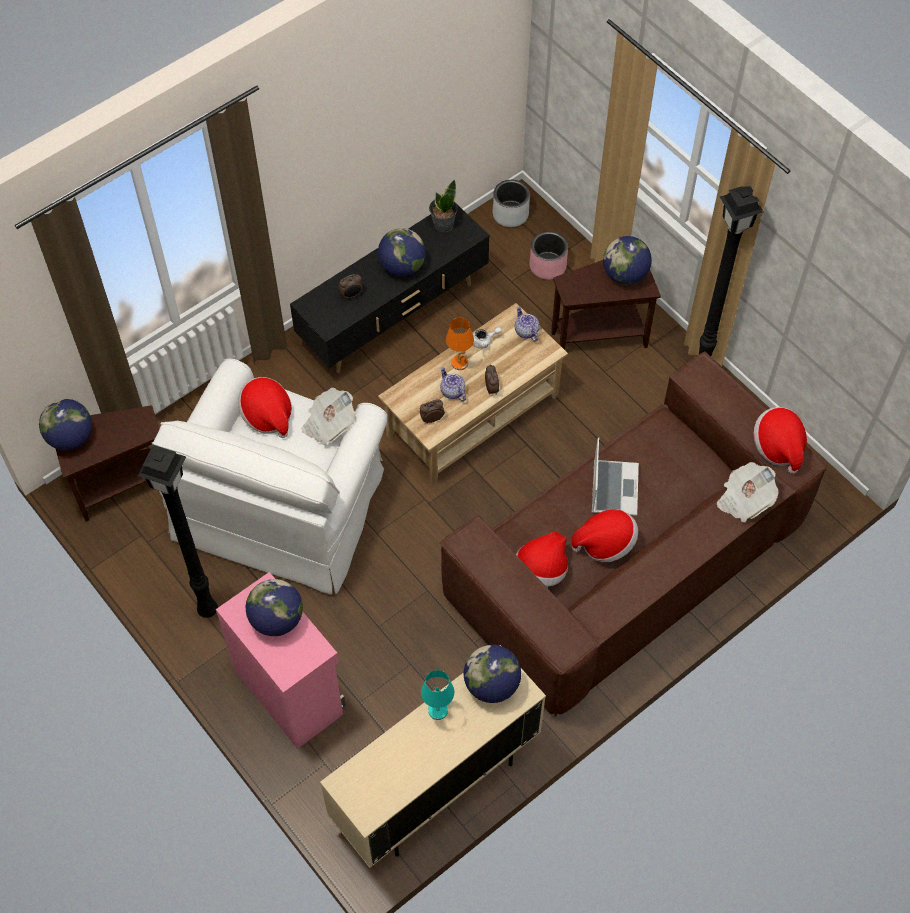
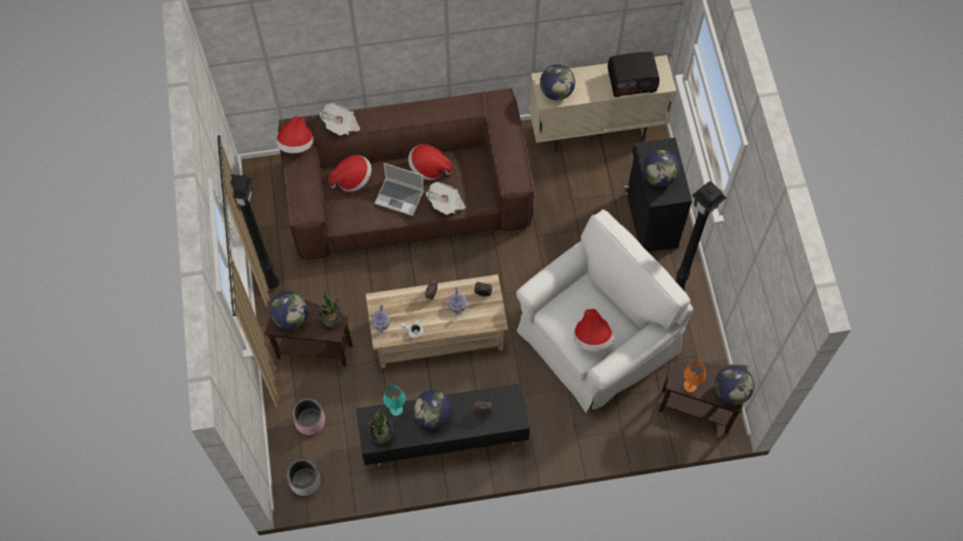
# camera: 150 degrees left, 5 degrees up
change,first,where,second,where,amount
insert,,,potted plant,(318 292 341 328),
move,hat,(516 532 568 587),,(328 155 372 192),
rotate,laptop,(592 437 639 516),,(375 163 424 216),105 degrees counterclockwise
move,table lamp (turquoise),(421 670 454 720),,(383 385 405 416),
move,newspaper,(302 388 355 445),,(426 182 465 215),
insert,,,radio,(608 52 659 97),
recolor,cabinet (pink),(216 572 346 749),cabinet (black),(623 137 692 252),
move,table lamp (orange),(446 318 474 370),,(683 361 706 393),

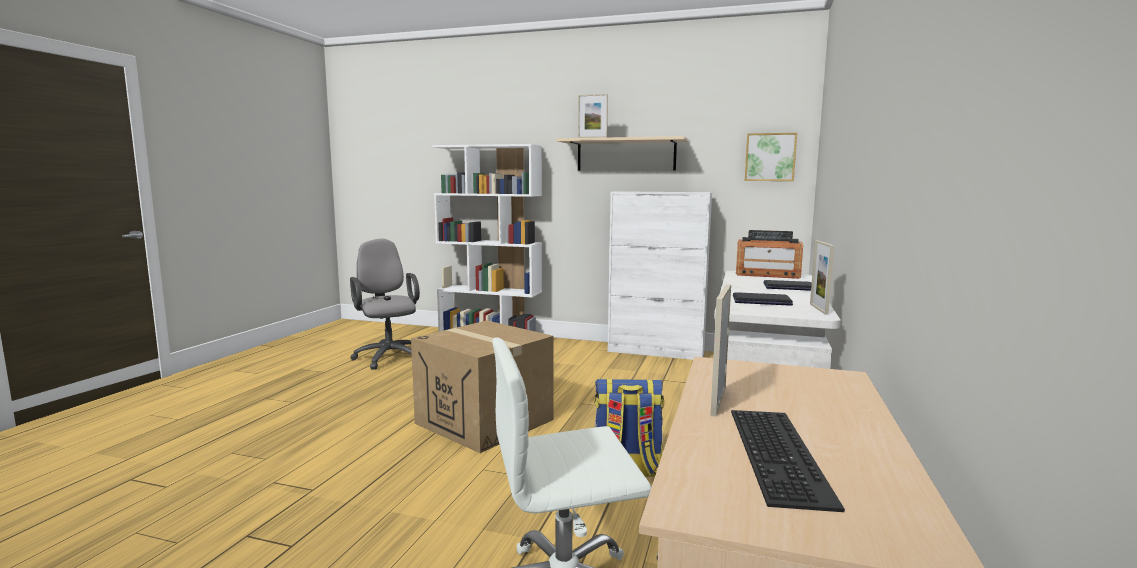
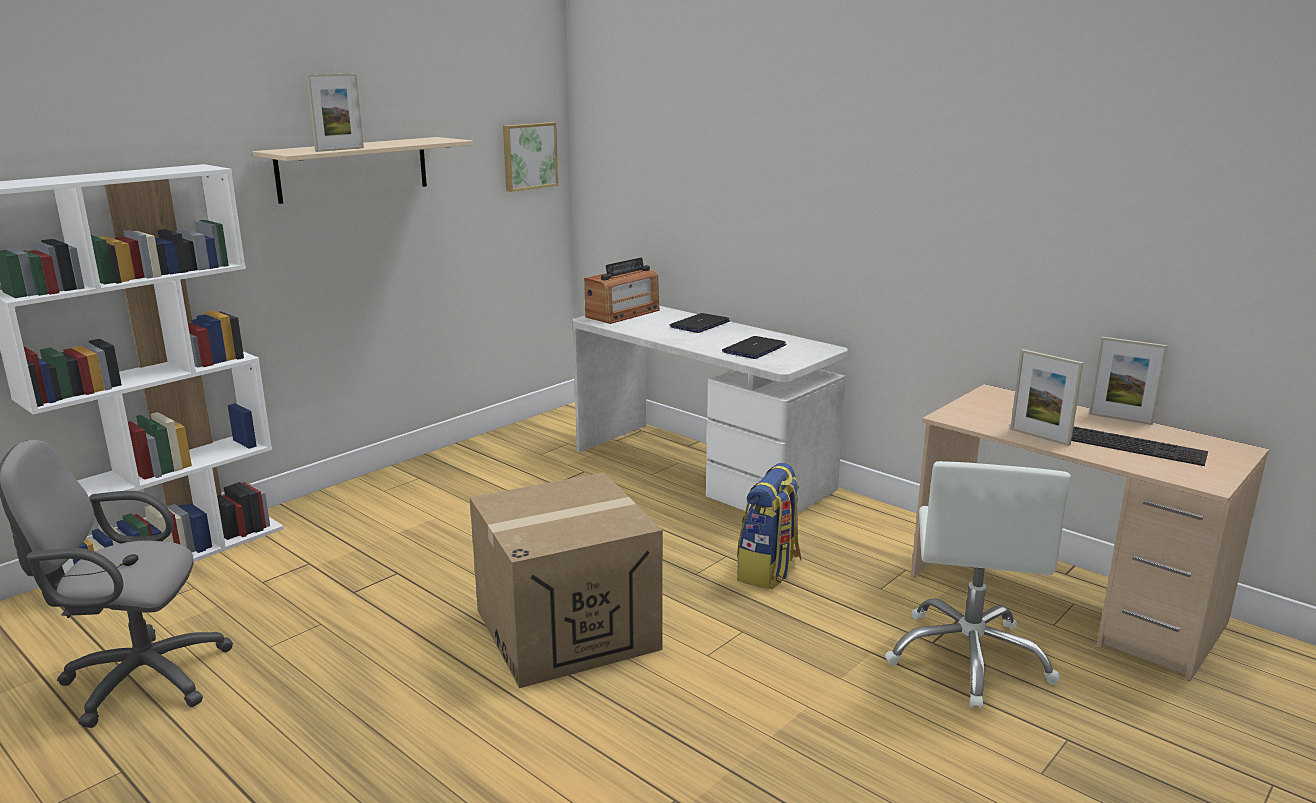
# camera: 65 degrees left, 10 degrees up
change,first,where,second,where,amount
move,picture frame,(810 240 834 315),,(1089 337 1168 425),
delete,cabinet (white),(608 191 712 360),,,

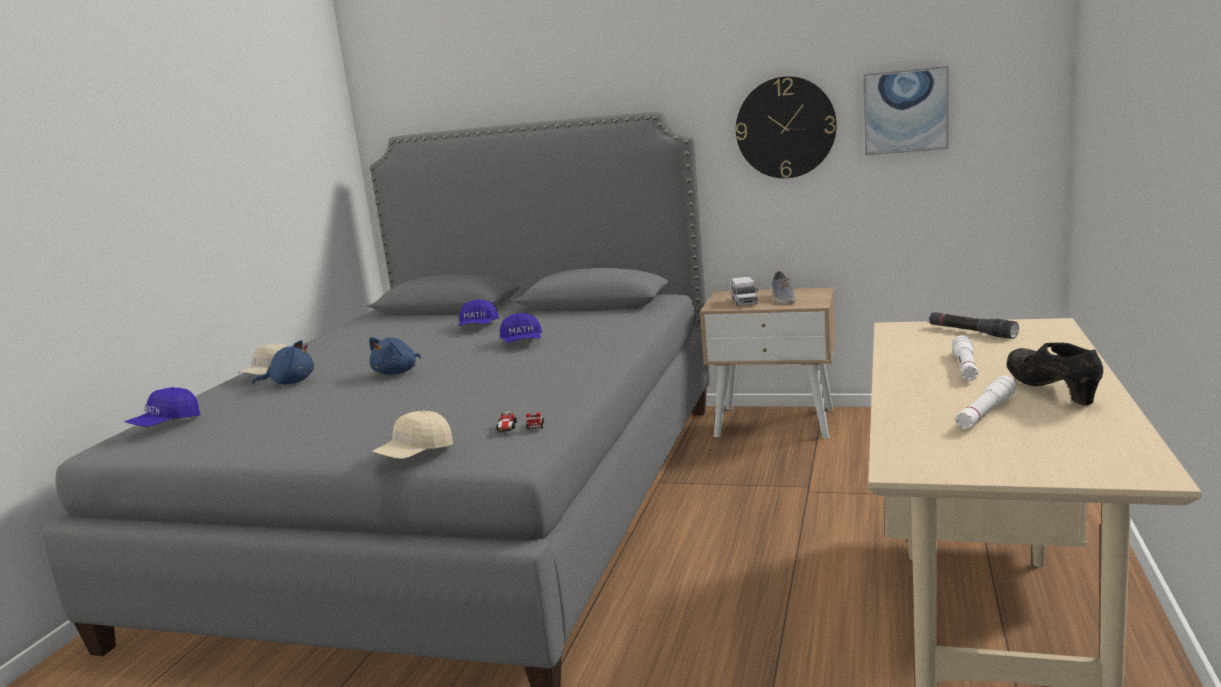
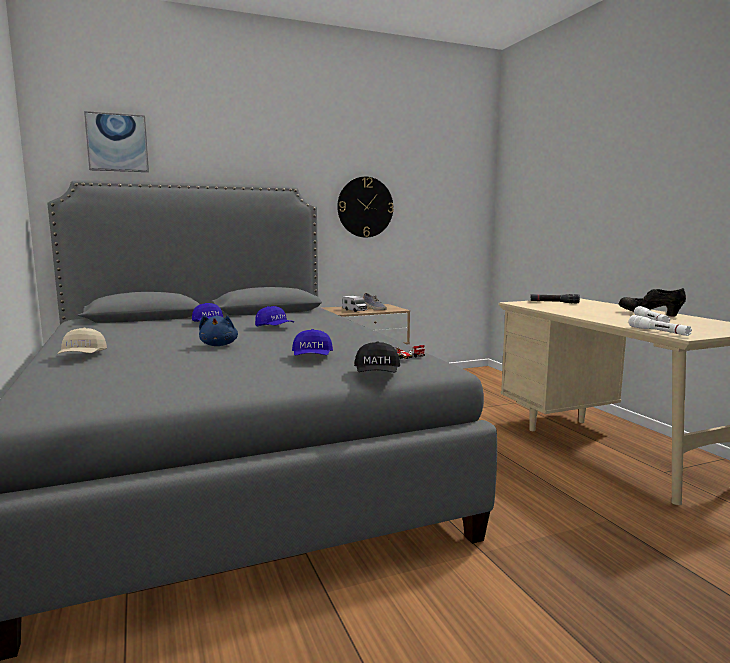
# camera: 40 degrees left, 5 degrees down
change,first,where,second,where,amount
move,picture,(863 66 948 155),,(84 111 149 172),
move,cap (blue),(124 387 201 427),,(292 329 333 356),
recolor,cap (beige),(372 411 453 459),cap (black),(354 341 400 373),
move,flashlight (white),(952 335 978 381),,(628 315 692 336),
delete,plush toy (blue),(252 340 315 385),,,

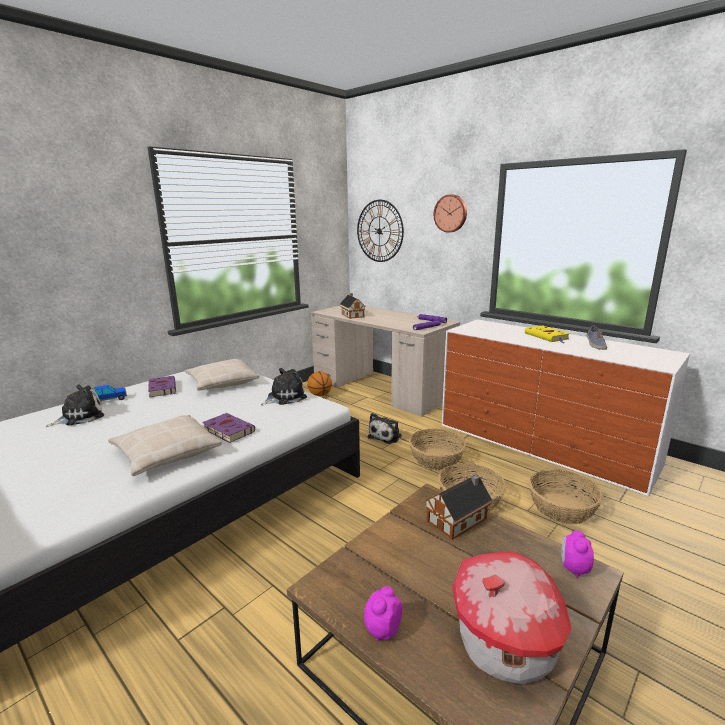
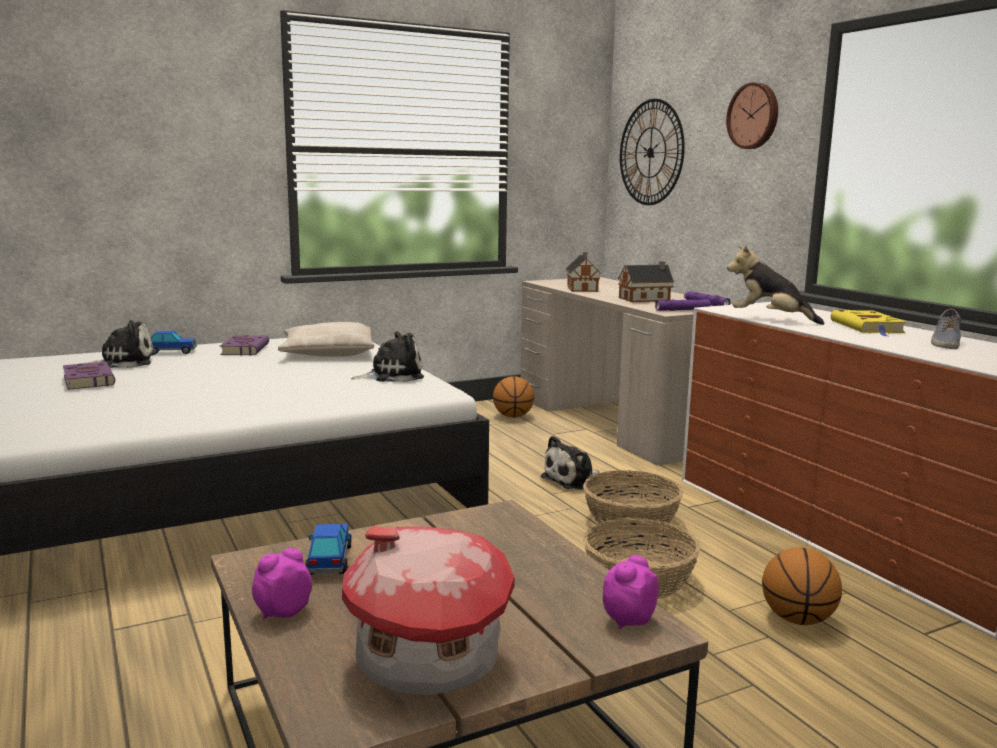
# camera: 20 degrees right, 5 degrees down
change,first,where,second,where,amount
move,book (purple),(202 413 255 443),,(63 362 115 390),
insert,,,toy car,(305 524 352 575),
move,toy house,(426 474 492 540),,(618 261 674 302),
insert,,,plush toy,(727 245 824 325),
replace,basket,(529 469 603 524),basketball,(762 548 842 625),
delete,pillow (beige),(108 415 222 476),,,

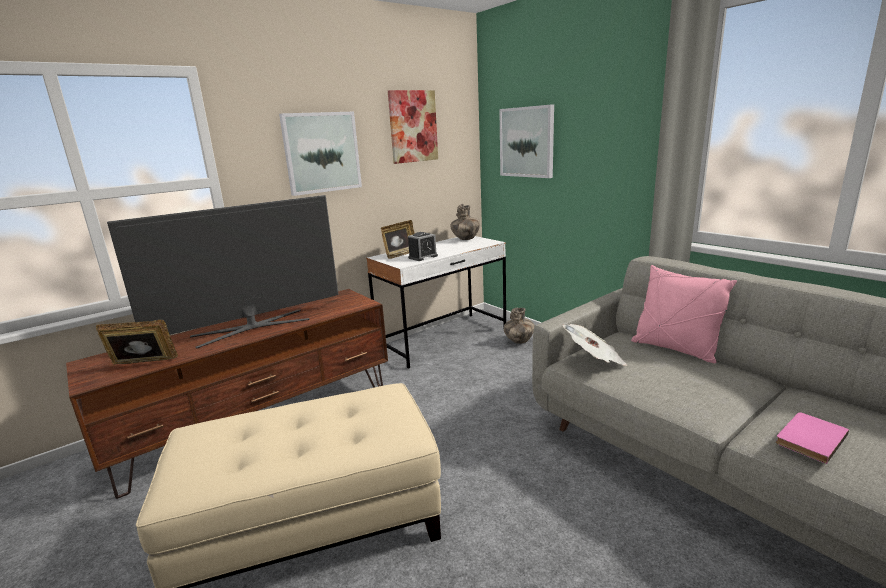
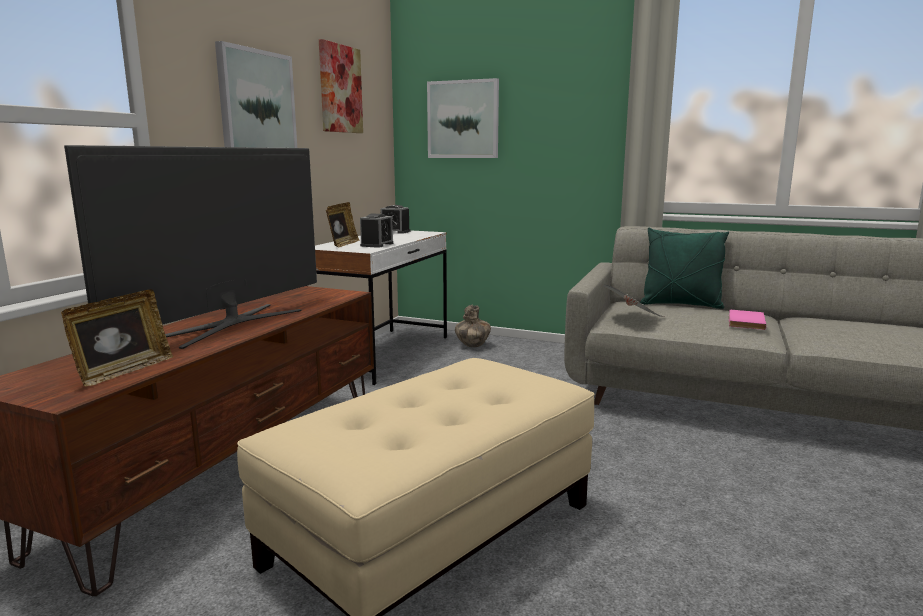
# camera: 30 degrees left, 5 degrees down
change,first,where,second,where,amount
rotate,picture frame,(96 320 178 365),,(61 289 173 387),150 degrees clockwise
replace,vase,(450 204 480 240),alarm clock,(380 205 411 234),
recolor,pillow (pink),(631 265 737 363),pillow (green),(640 228 729 309),
move,book (pink),(776 412 849 464),,(729 310 766 330),

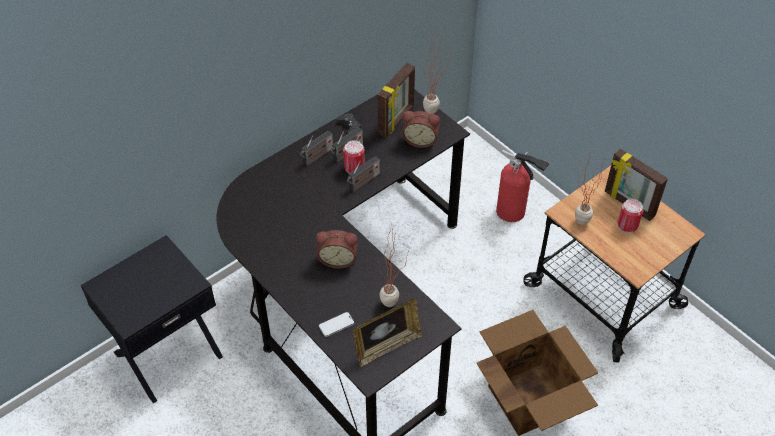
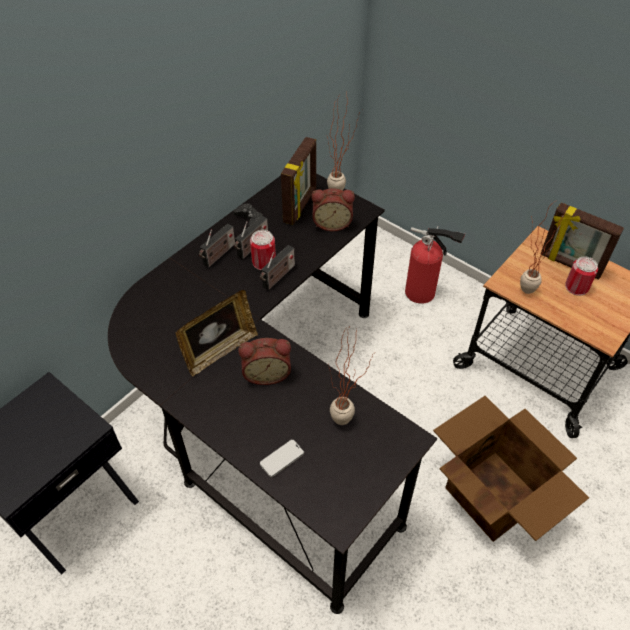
# camera: 10 degrees left, 0 degrees up
change,first,where,second,where,amount
move,picture frame,(353 298 422 367),,(176 290 258 376),

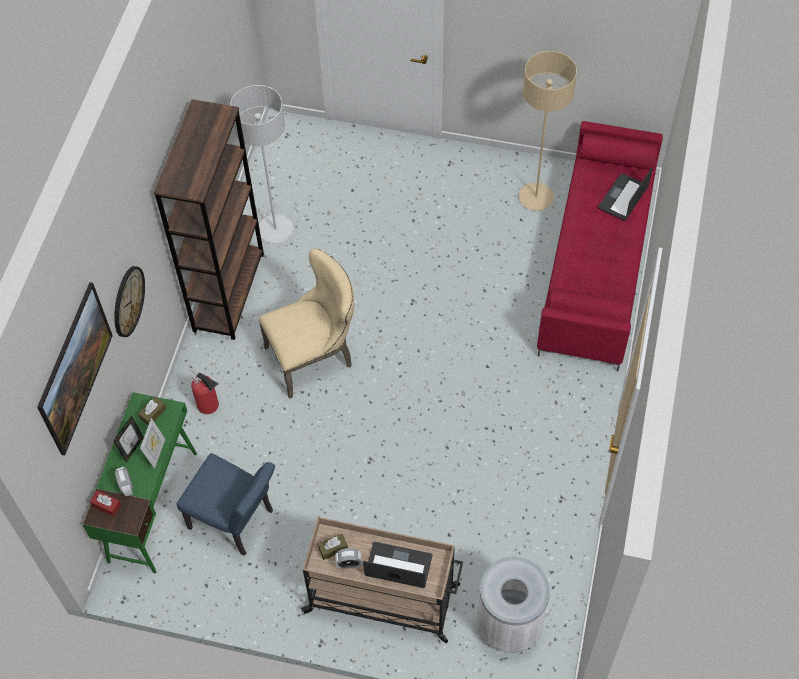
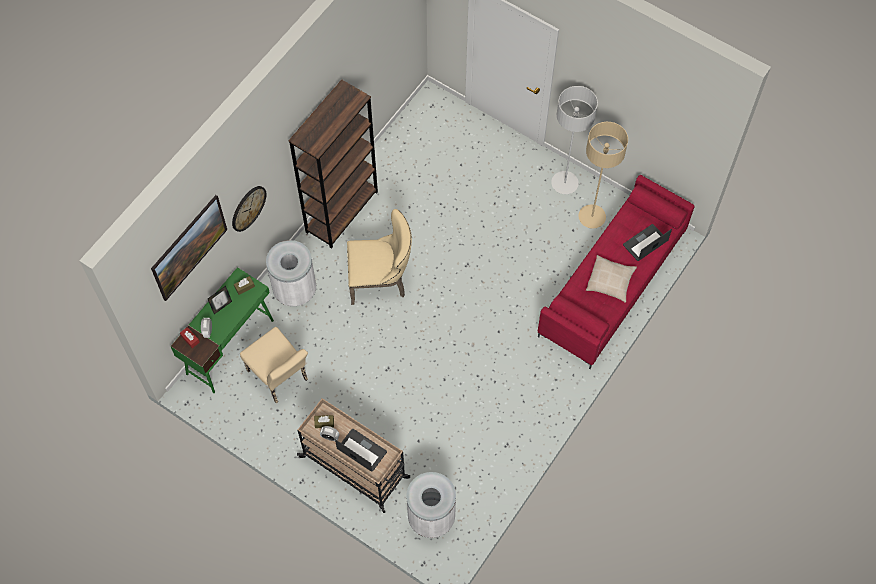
# camera: 20 degrees right, 5 degrees up
change,first,where,second,where,amount
recolor,chair (blue),(177 453 275 556),chair (beige),(240 327 308 403),
replace,fire extinguisher,(189 368 219 414),trash can (white),(266 240 316 306),
move,floor lamp (grey),(230 85 293 243),,(551 86 598 194),
insert,,,pillow (beige),(586 255 637 303),
delete,picture frame,(140 418 165 469),,,

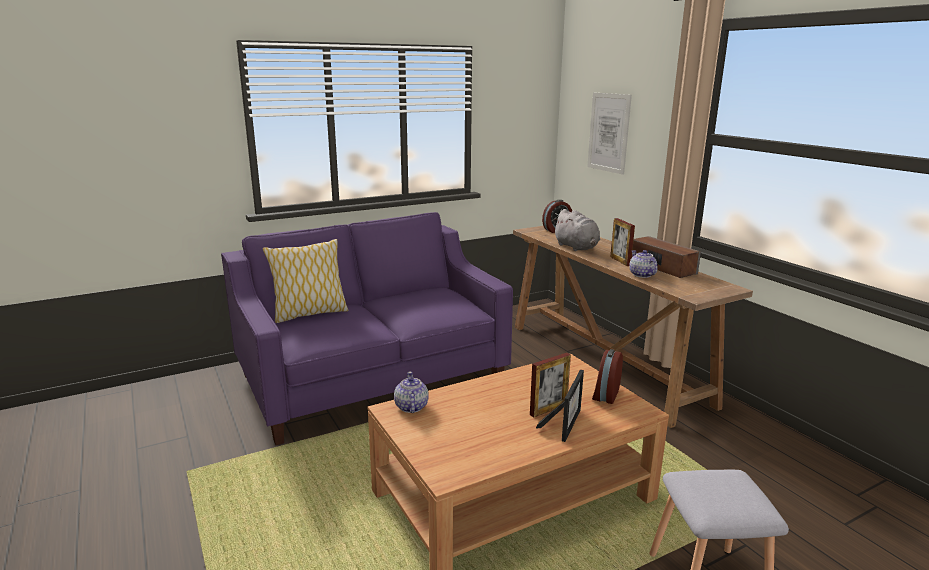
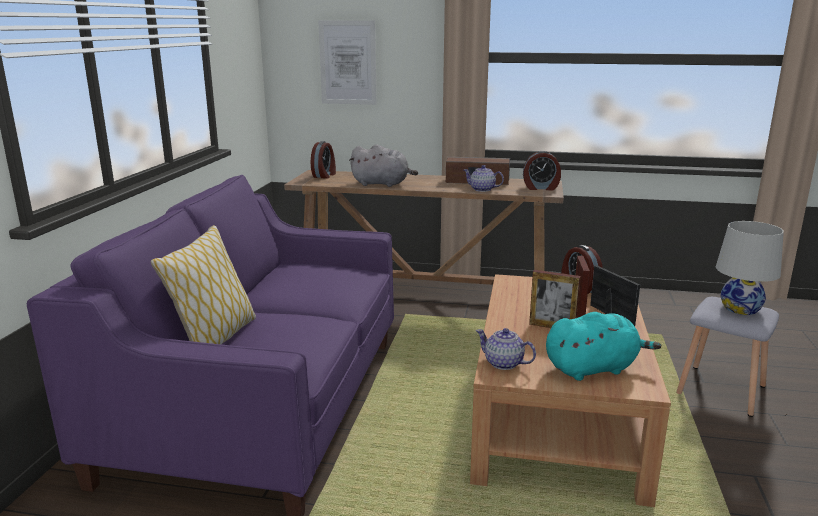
# camera: 50 degrees left, 0 degrees up
change,first,where,second,where,amount
insert,,,alarm clock,(523 151 561 190),
move,picture frame,(610 218 635 266),,(529 270 581 328),
insert,,,plush toy (turquoise),(546 312 661 381),
insert,,,table lamp (white),(716 221 784 315),

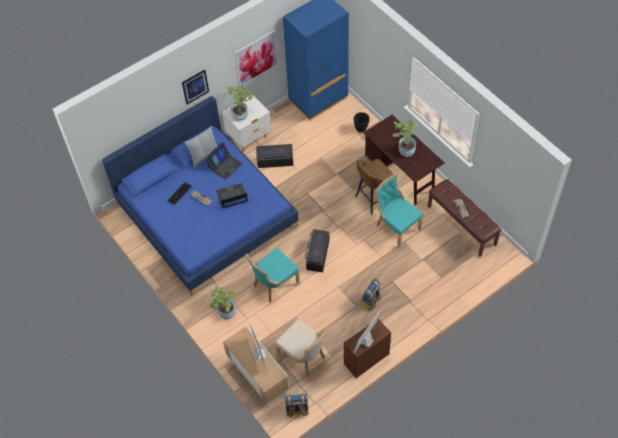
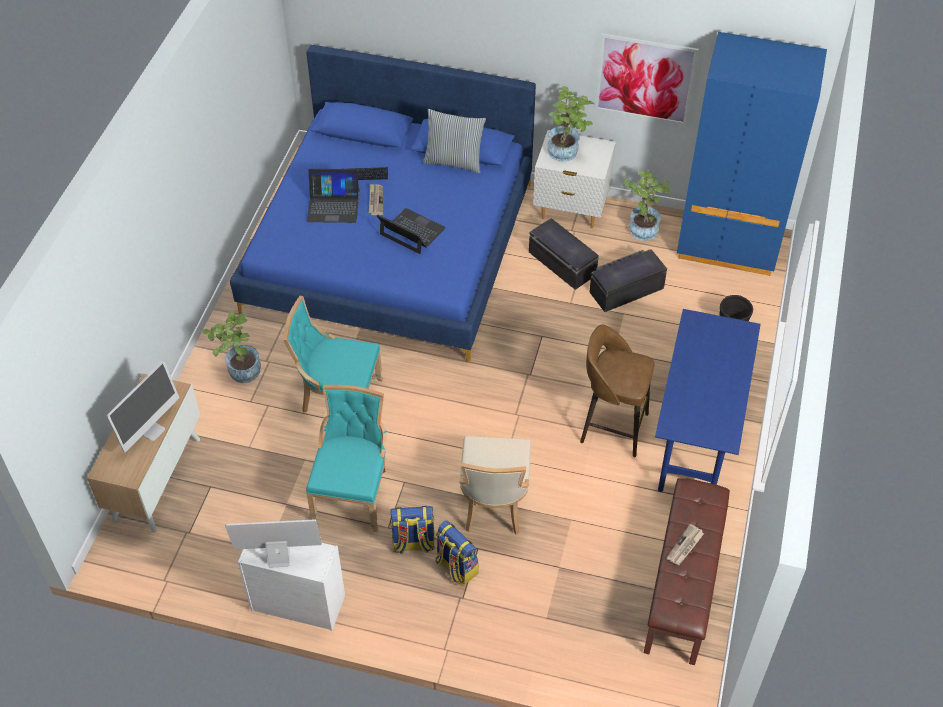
# camera: 50 degrees right, 5 degrees down
change,first,where,second,where,amount
recolor,dresser (brown),(344 319 391 379),dresser (white),(238 543 345 631),
move,chair (turquoise),(375 174 423 249),,(306 385 387 532),
move,laptop,(205 142 243 180),,(307 169 359 223),
move,backpack,(285 394 308 418),,(436 520 479 586),
move,chair (beige),(275 319 328 376),,(459 436 531 535),
move,storage box (black),(305 229 329 272),,(589 249 667 312),
move,potted plant,(392 119 418 156),,(622 171 671 241),
recolor,desk (brown),(363 115 444 205),desk (blue),(655 309 761 492),
delete,picture,(182 69 209 104),,,

